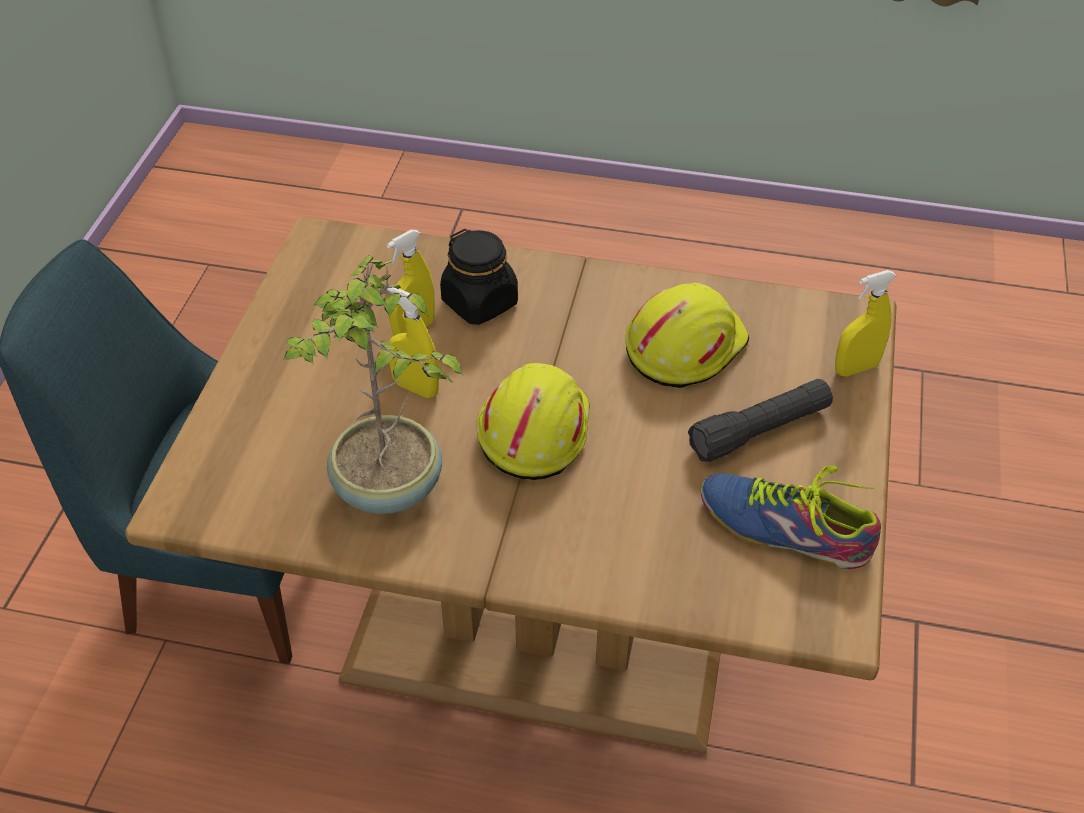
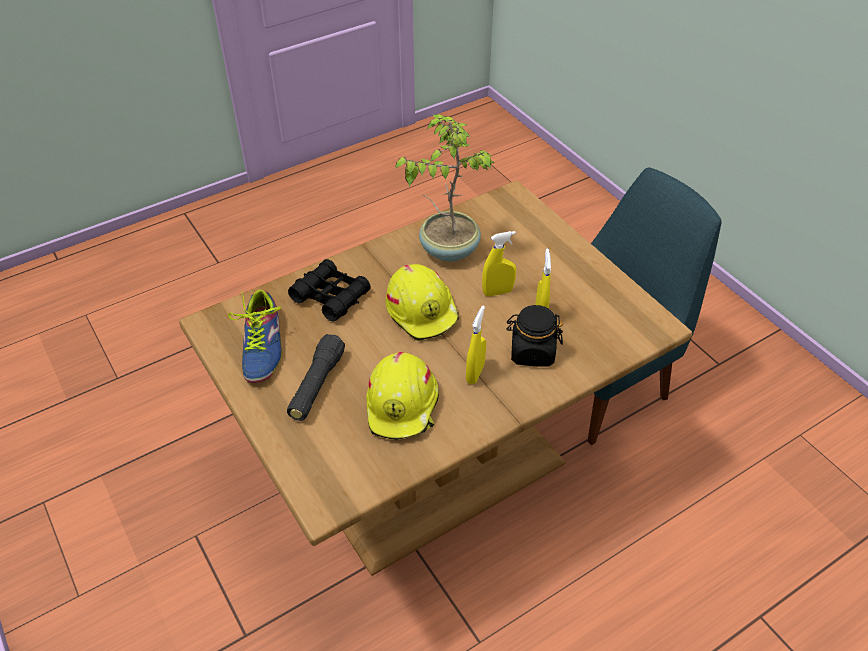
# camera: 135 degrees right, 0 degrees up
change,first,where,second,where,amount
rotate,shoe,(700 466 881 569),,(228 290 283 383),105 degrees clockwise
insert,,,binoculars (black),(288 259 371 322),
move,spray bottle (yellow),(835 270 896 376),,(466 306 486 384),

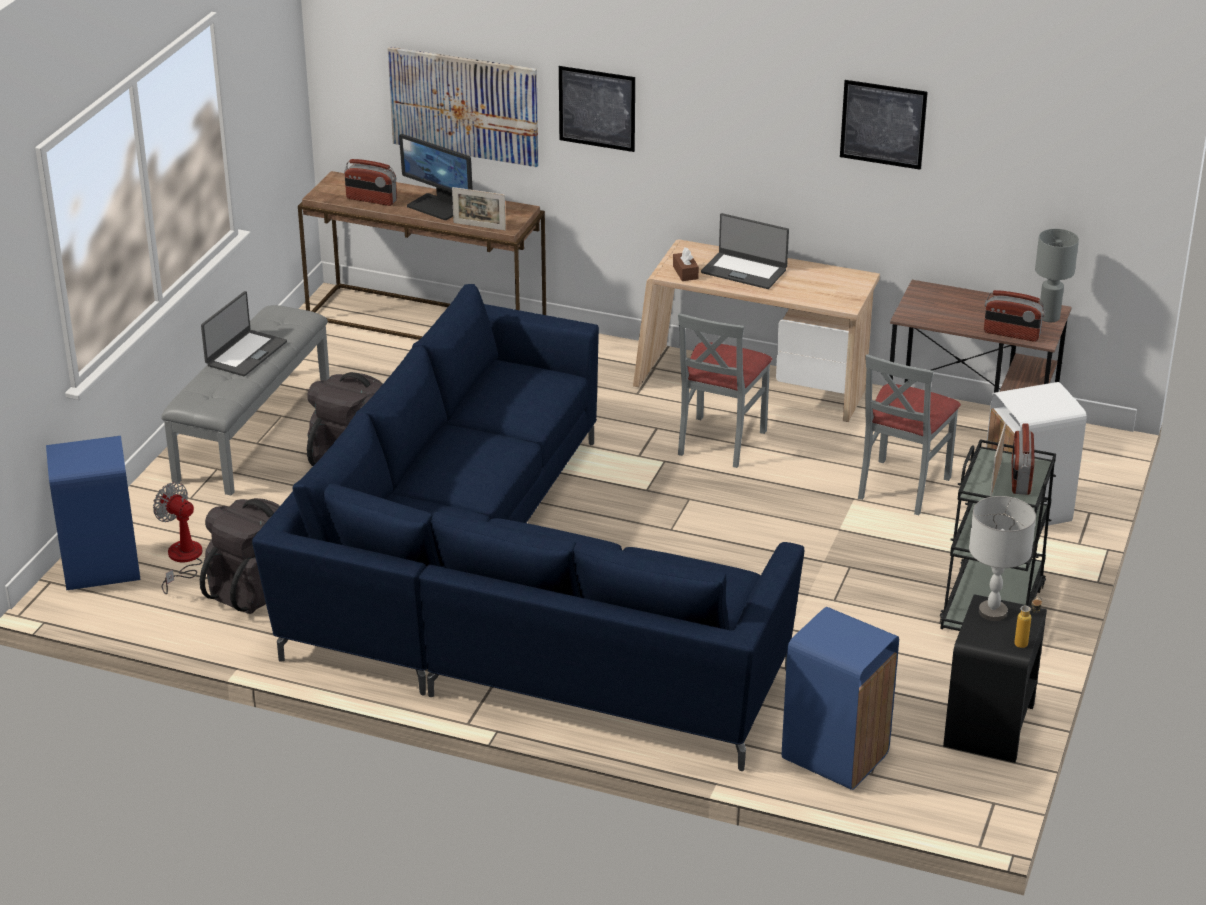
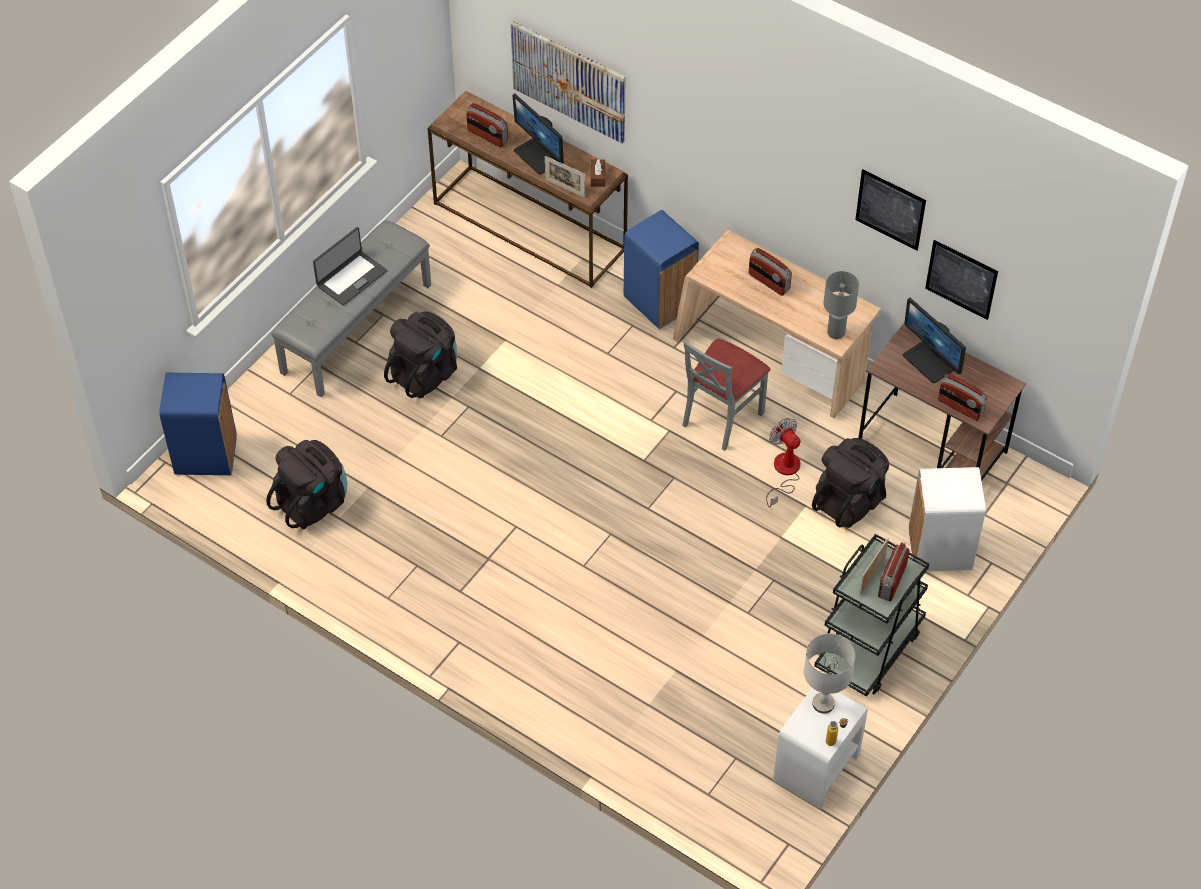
# camera: 15 degrees right, 20 degrees up
change,first,where,second,where,amount
move,tissue box (brown),(673 248 699 281),,(591 159 605 187),
move,trash can (blue),(782 607 899 790),,(624 210 699 329),
replace,laptop,(701 213 789 289),radio,(749 248 792 296),
move,fan,(153 482 202 594),,(766 418 801 508),
recolor,nightstand (black),(943 594 1047 763),nightstand (white),(773 688 868 809),
replace,chair (grey),(858 354 961 515),backpack (black),(812 438 889 528),
move,table lamp (grey),(1035 229 1079 322),,(823 271 859 339),
insert,,,monitor,(903 298 966 383),
move,picture,(559 66 635 152),,(925 240 998 320),
delete,sofa (blue),(252 284 804 771),,,

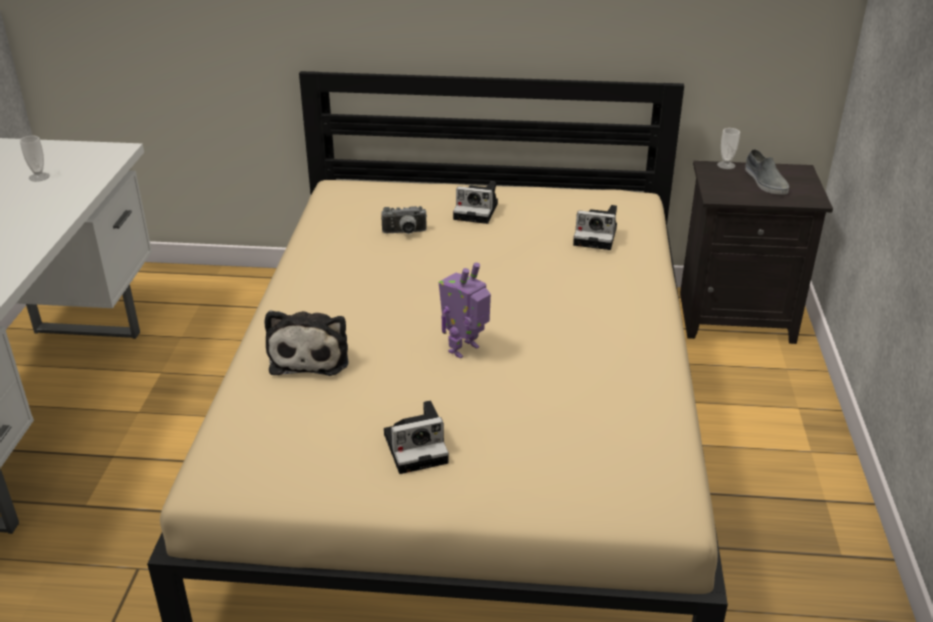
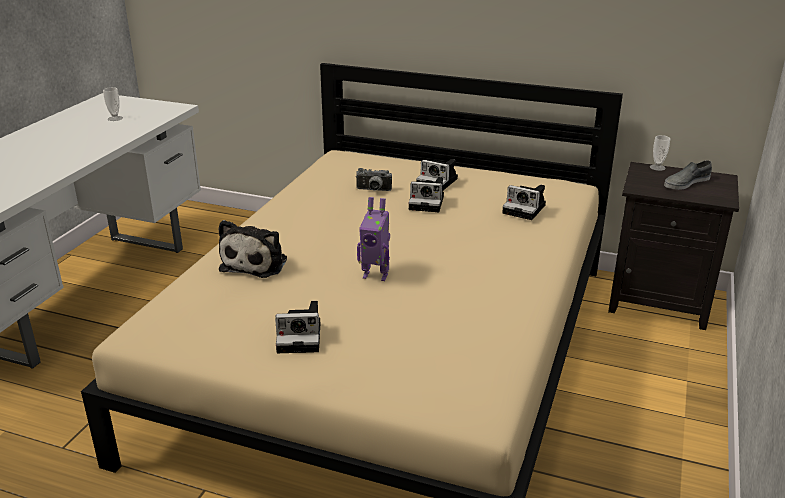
# camera: 15 degrees right, 5 degrees down
change,first,where,second,where,amount
rotate,toy robot,(439 262 491 359),,(357 197 390 281),135 degrees counterclockwise
insert,,,photo camera,(408 177 444 212),
rotate,shoe (grey),(745 149 789 195),,(664 160 712 190),60 degrees clockwise

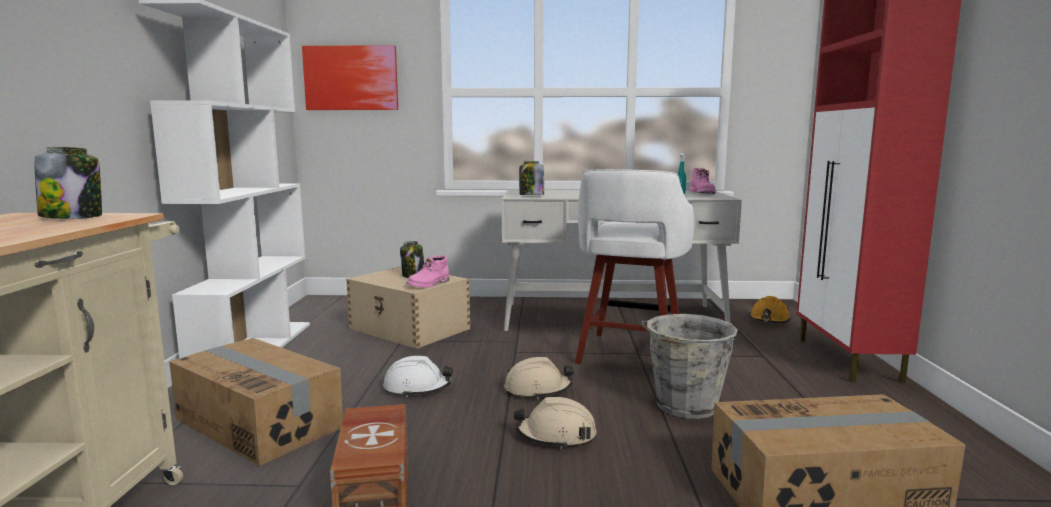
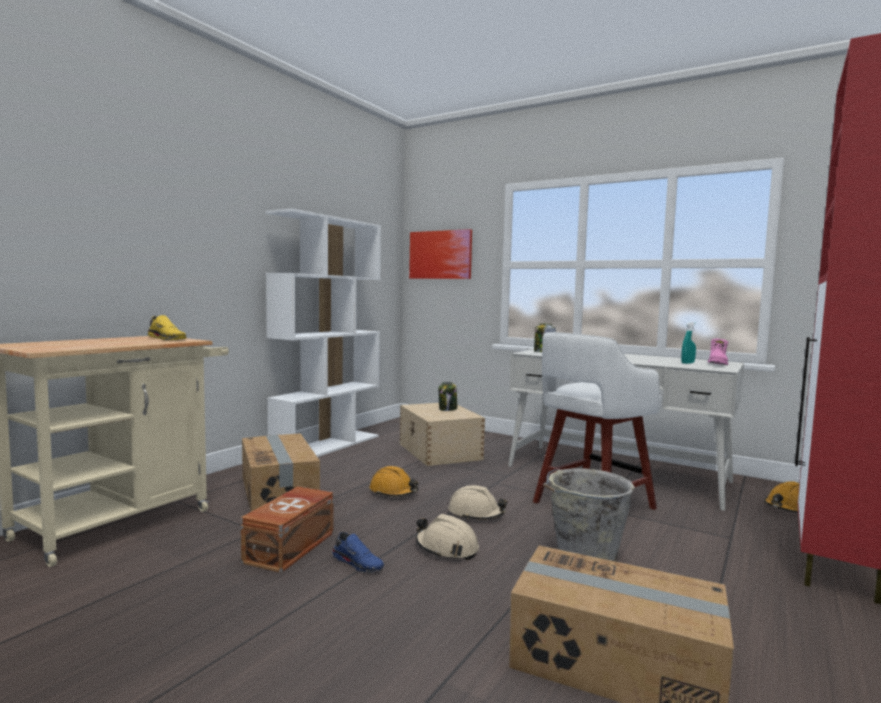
# camera: 30 degrees right, 5 degrees down
change,first,where,second,where,amount
replace,jar,(34 147 102 219),shoe (yellow),(148 315 186 341),
insert,,,shoe (blue),(332 532 384 573),
recolor,hard hat (white),(383 356 453 397),hard hat (orange),(369 466 419 497),
delete,boot (pink),(406 255 449 288),,,

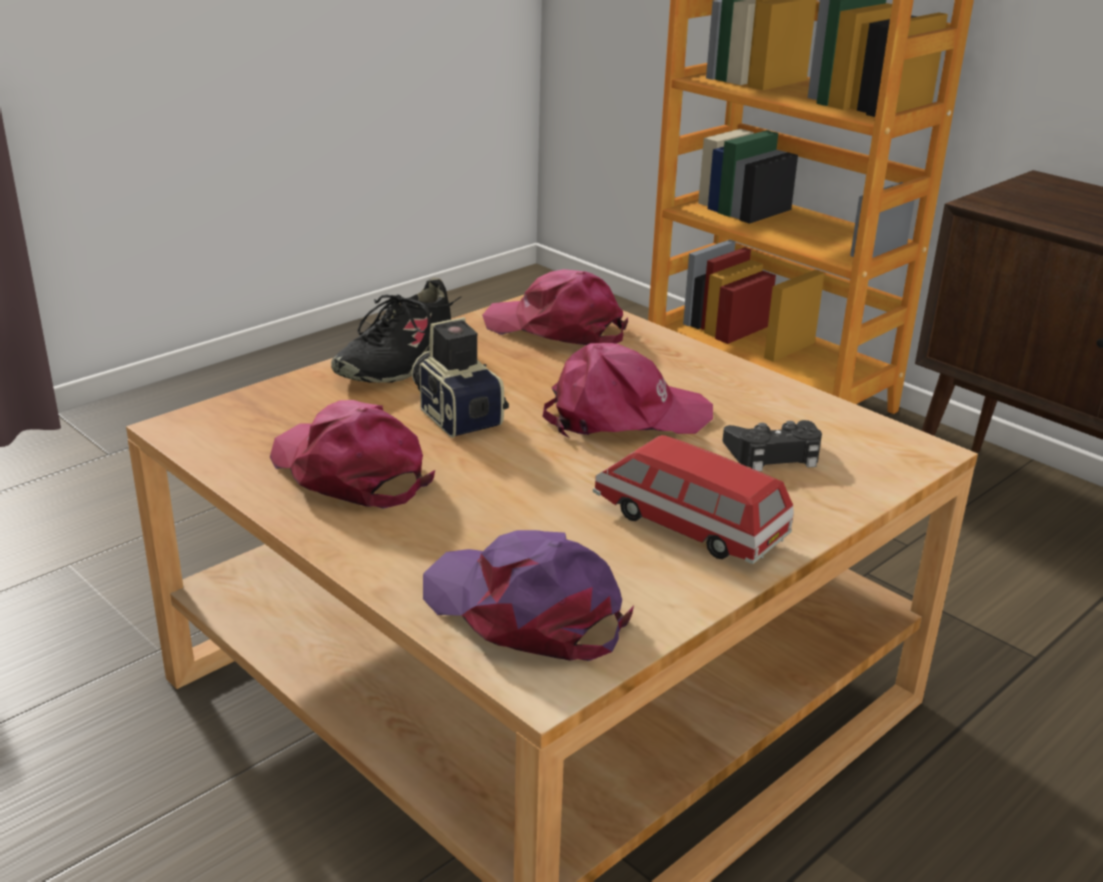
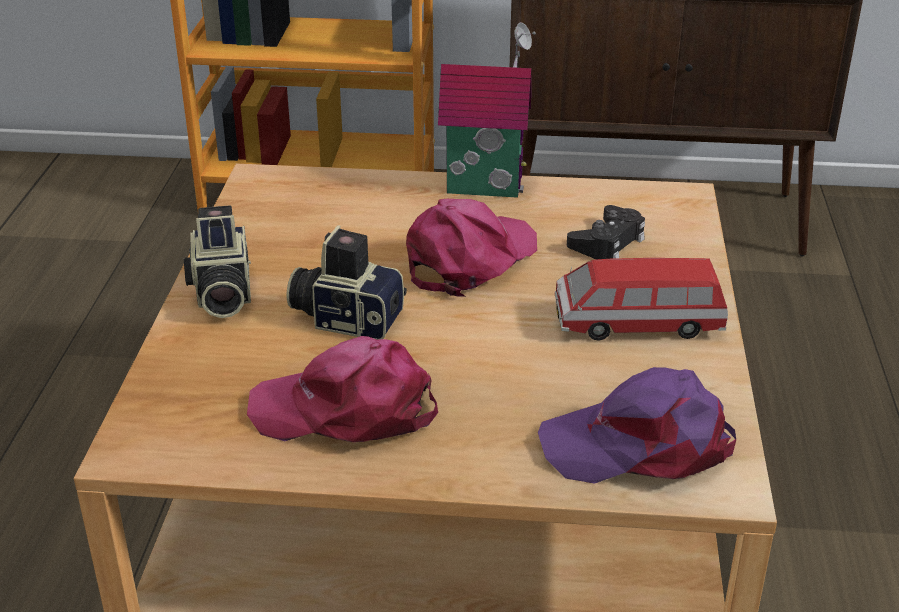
# camera: 40 degrees left, 5 degrees up
change,first,where,second,where,amount
replace,shoe (black),(331 277 462 383),photo camera,(184 205 251 318),
insert,,,toy house,(438 22 536 198),
delete,cap (pink),(482 269 628 345),,,

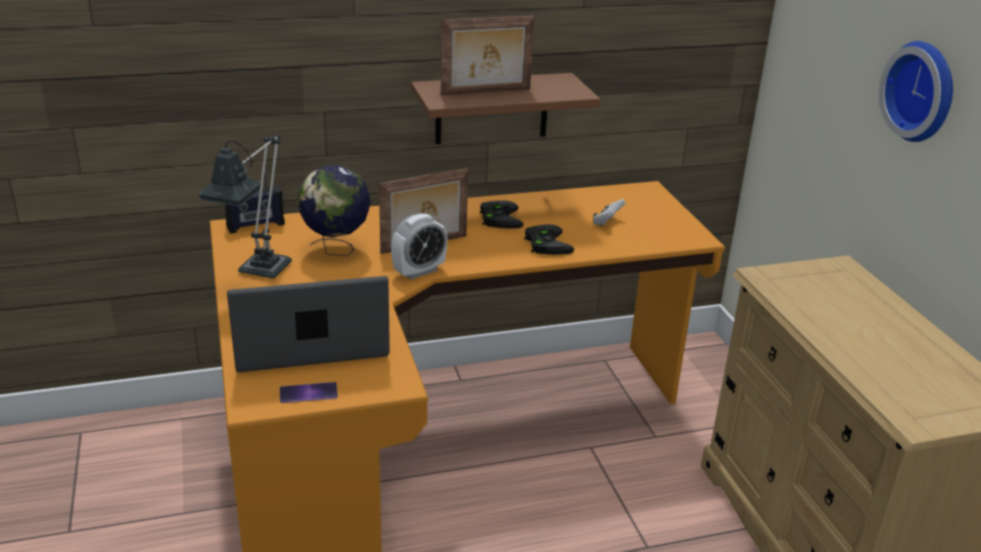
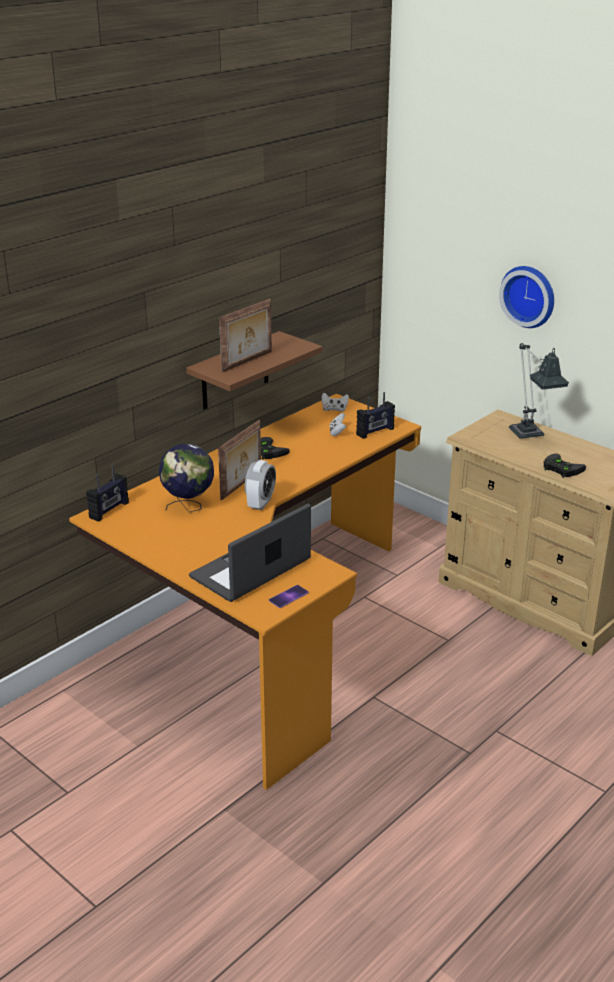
# camera: 30 degrees left, 0 degrees up
change,first,where,second,where,amount
insert,,,game controller (white),(322 393 349 412),
insert,,,radio,(356 392 395 439),
move,table lamp,(198 135 292 278),,(509 343 569 439),
move,game controller (black),(524 224 574 255),,(544 454 586 478),

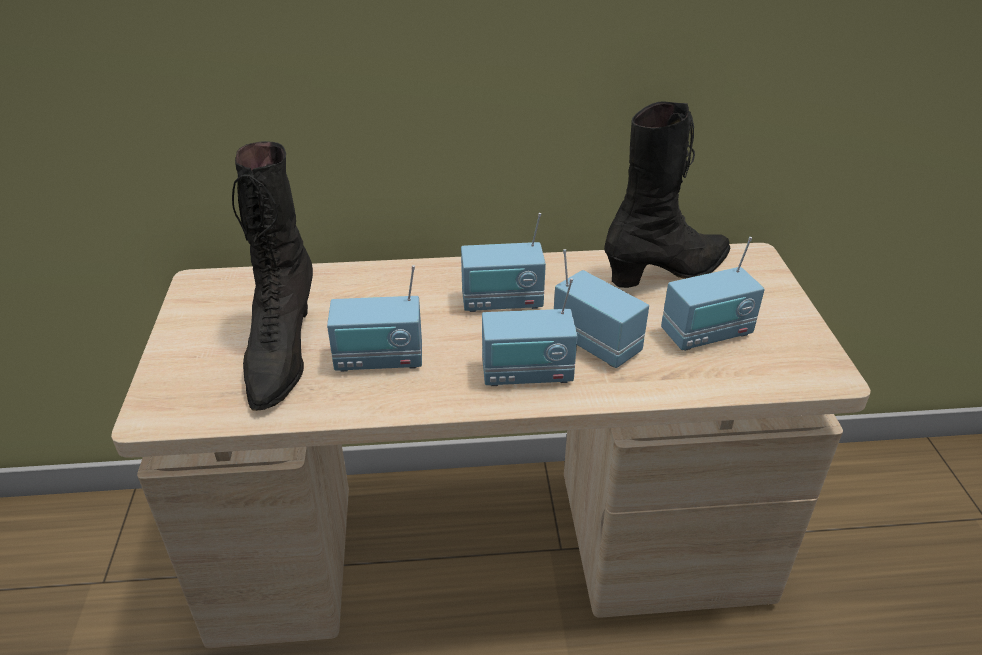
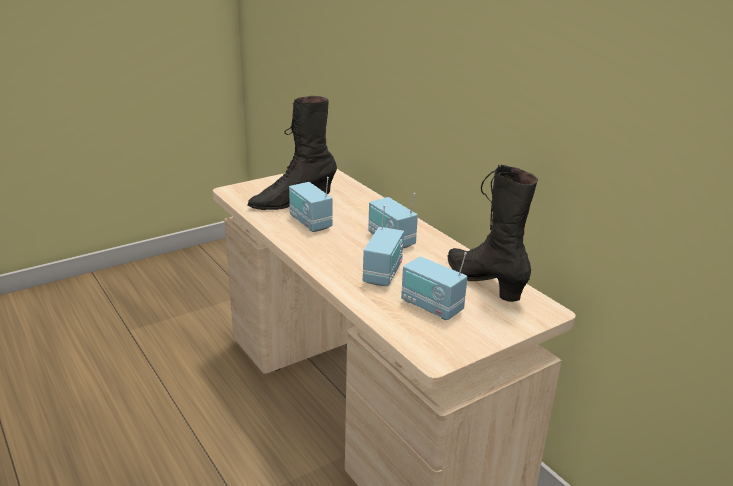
# camera: 60 degrees right, 10 degrees down
change,first,where,second,where,amount
rotate,boot (black),(604 101 731 288),,(448 164 538 302),150 degrees counterclockwise
delete,radio,(482 278 577 386),,,

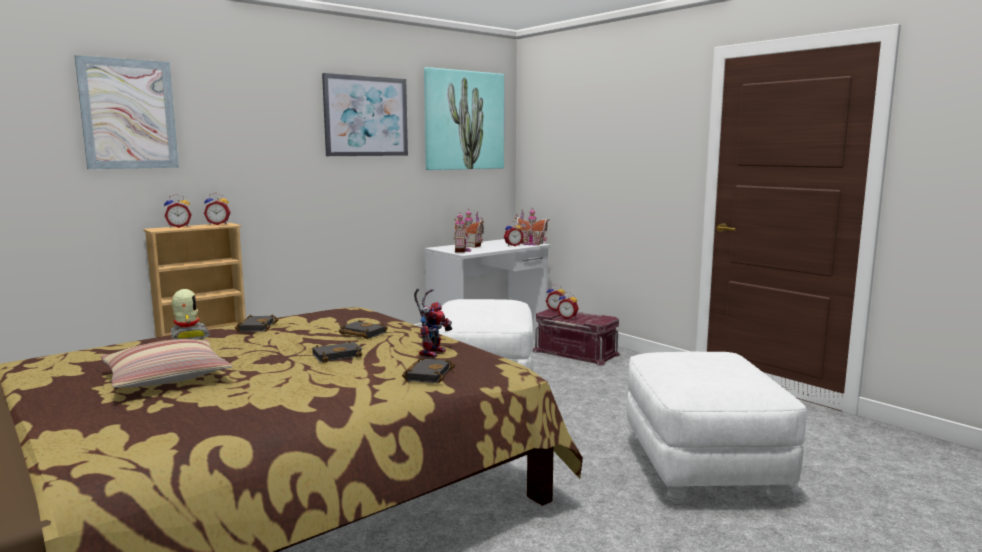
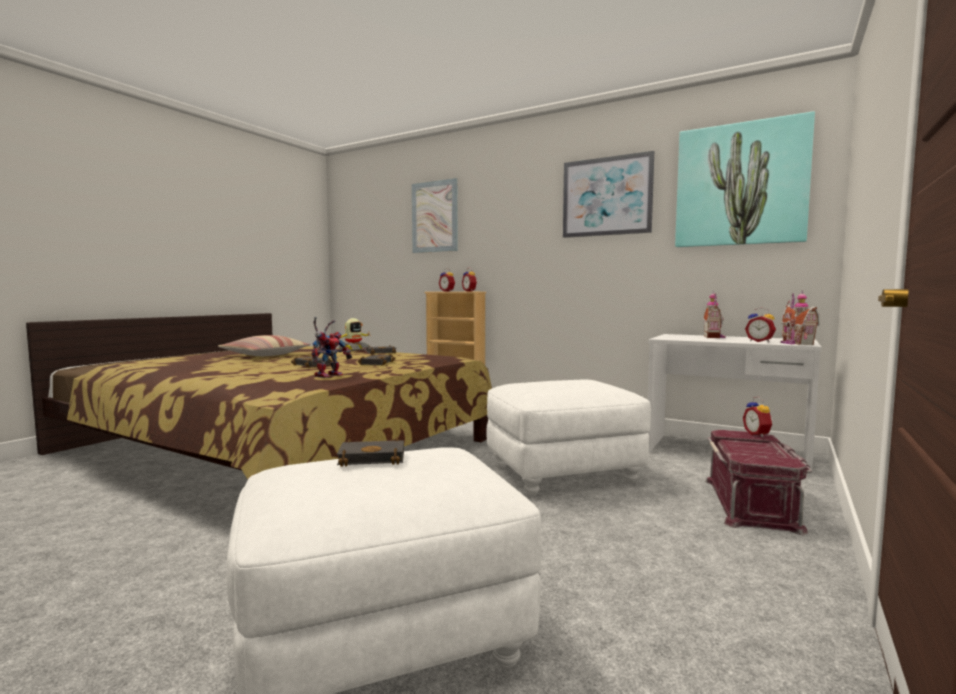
# camera: 70 degrees right, 5 degrees down
change,first,where,second,where,amount
rotate,toy robot,(414 288 452 358),,(312 317 352 378),60 degrees counterclockwise
move,book (black),(402 357 455 383),,(337 438 404 467),
delete,toy house,(454 212 471 253),,,
delete,alarm clock,(557 292 579 319),,,

